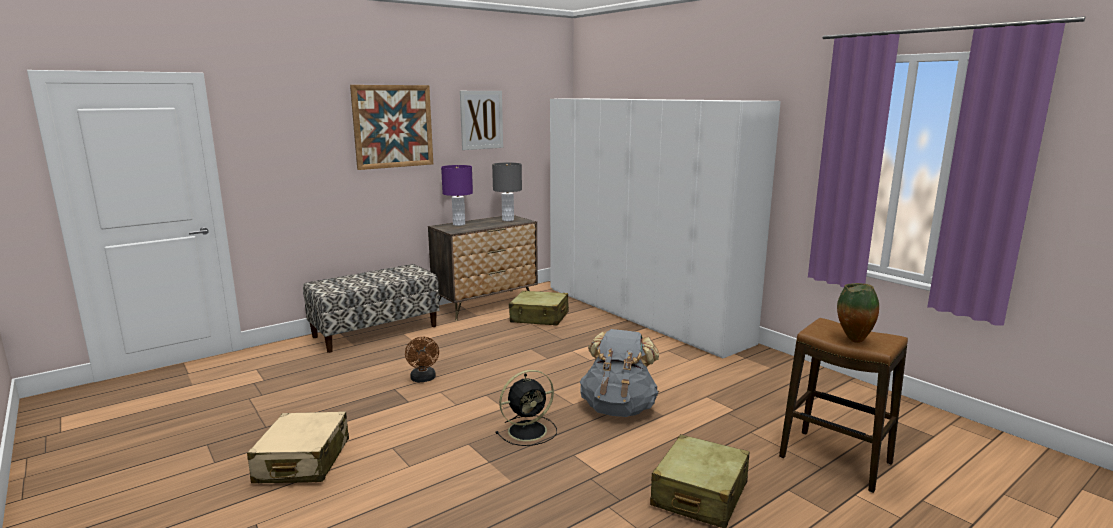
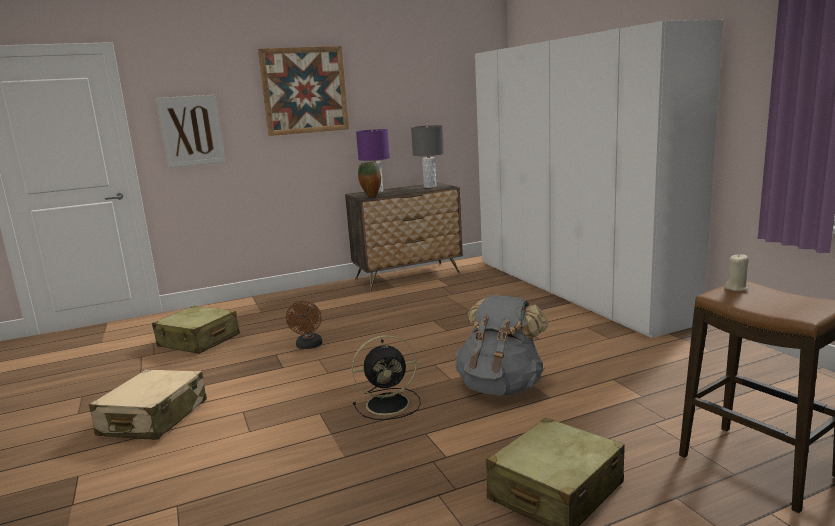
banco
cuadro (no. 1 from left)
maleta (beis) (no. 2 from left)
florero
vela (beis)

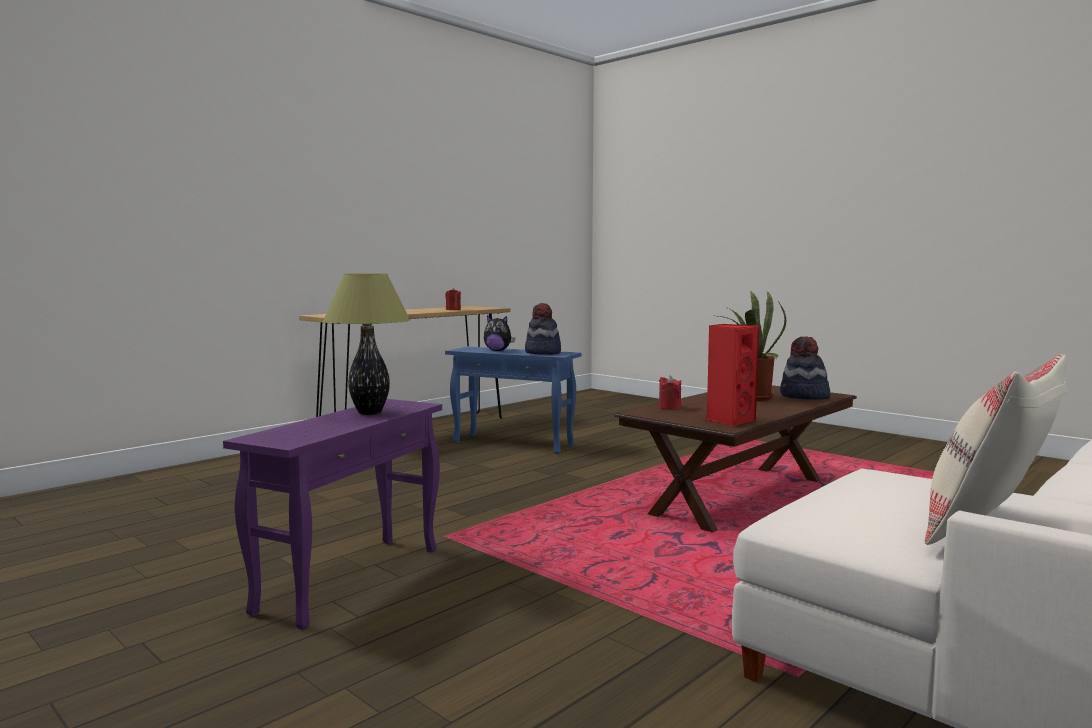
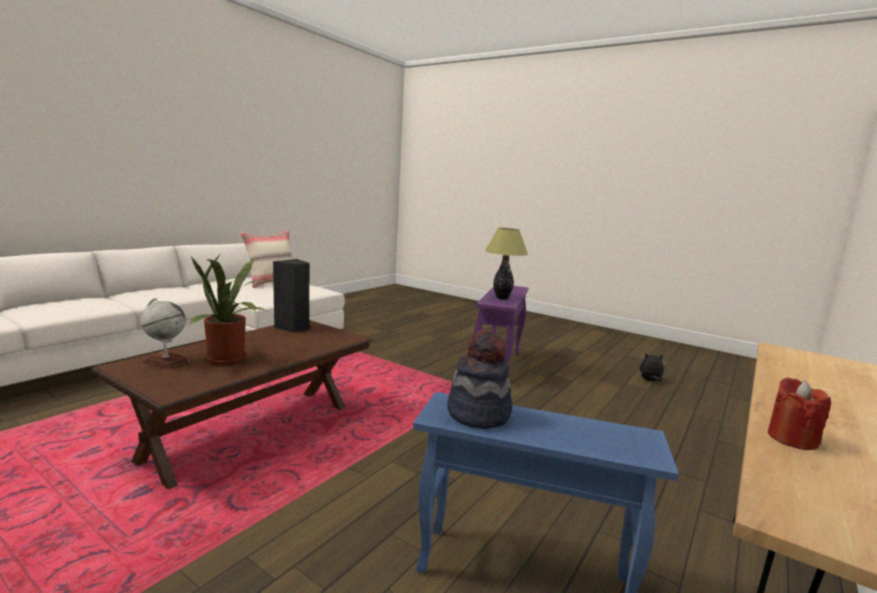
peluche
vela (rojo) (no. 2 from left in the first image)
altavoz (negro)
globo terráqueo

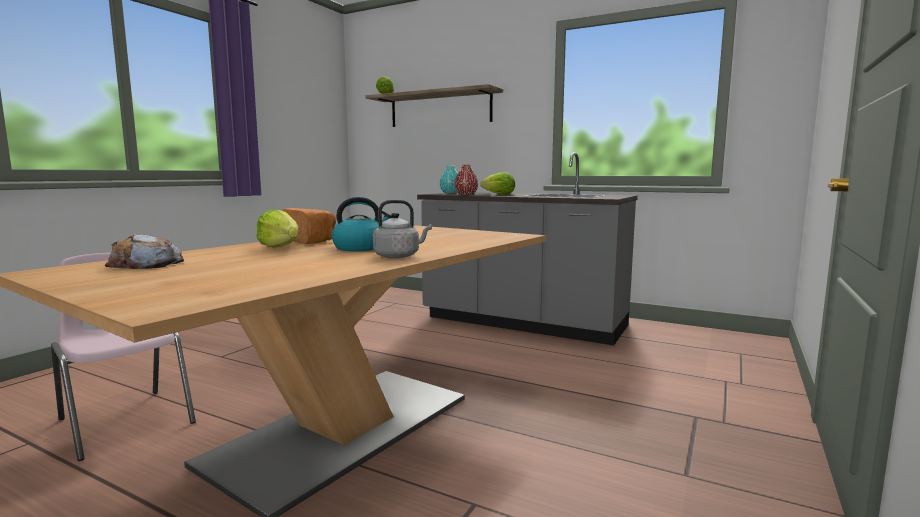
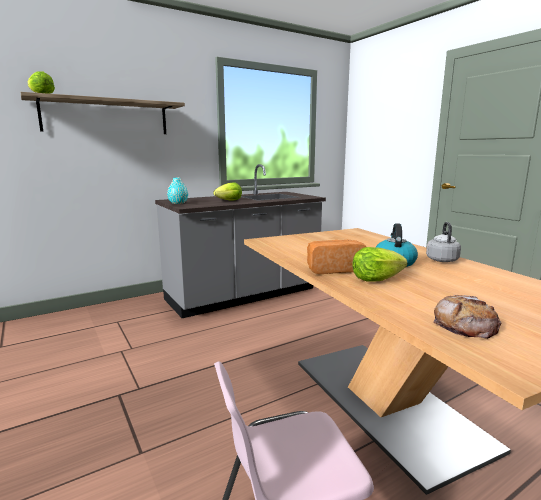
florero (rojo)

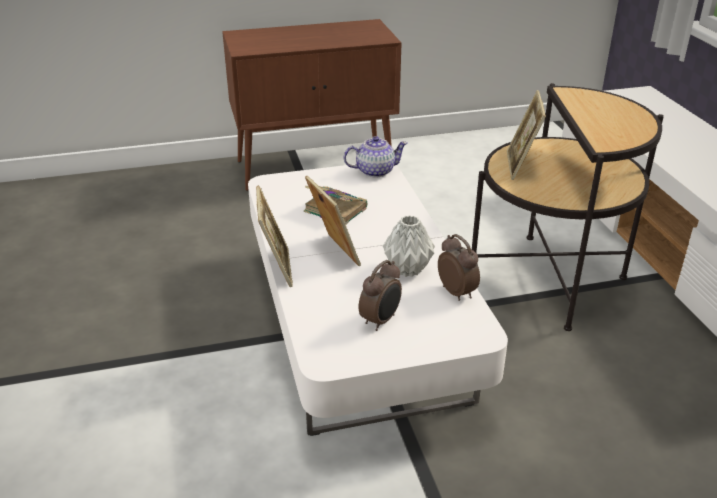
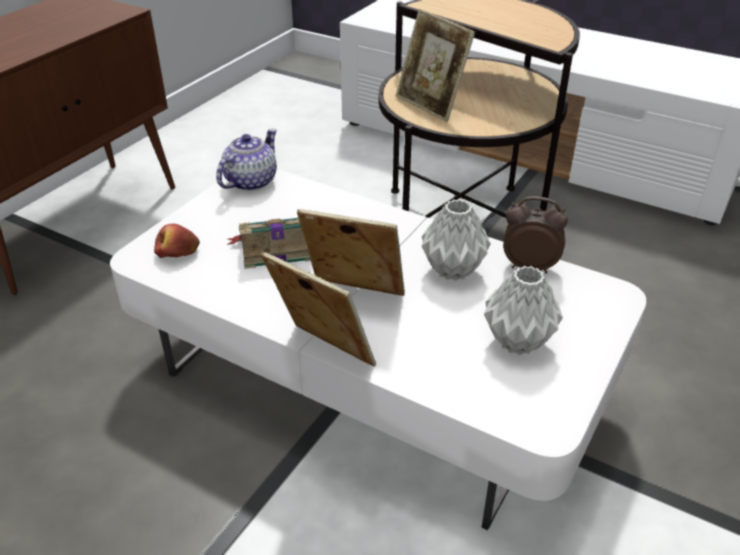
florero (gris) (no. 2 from left)
manzana

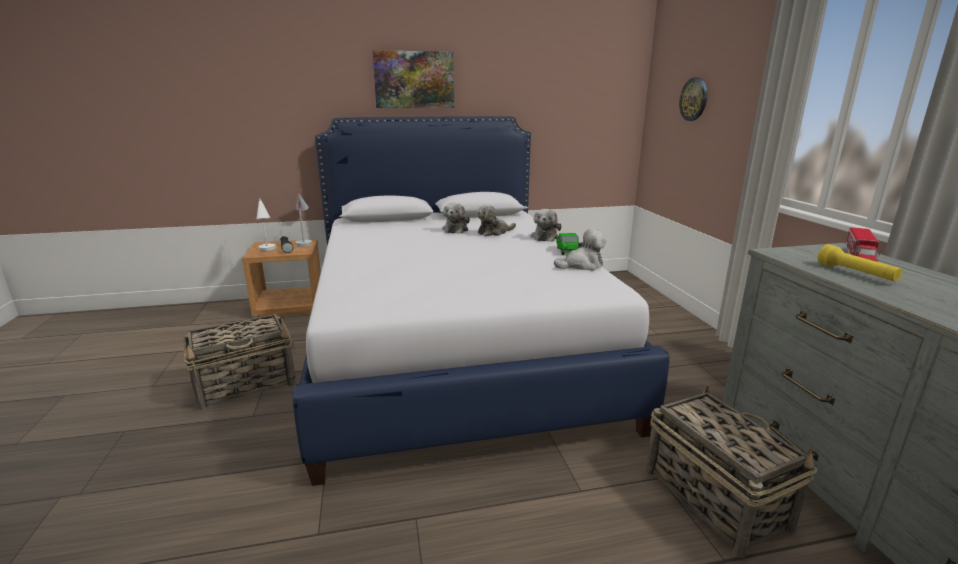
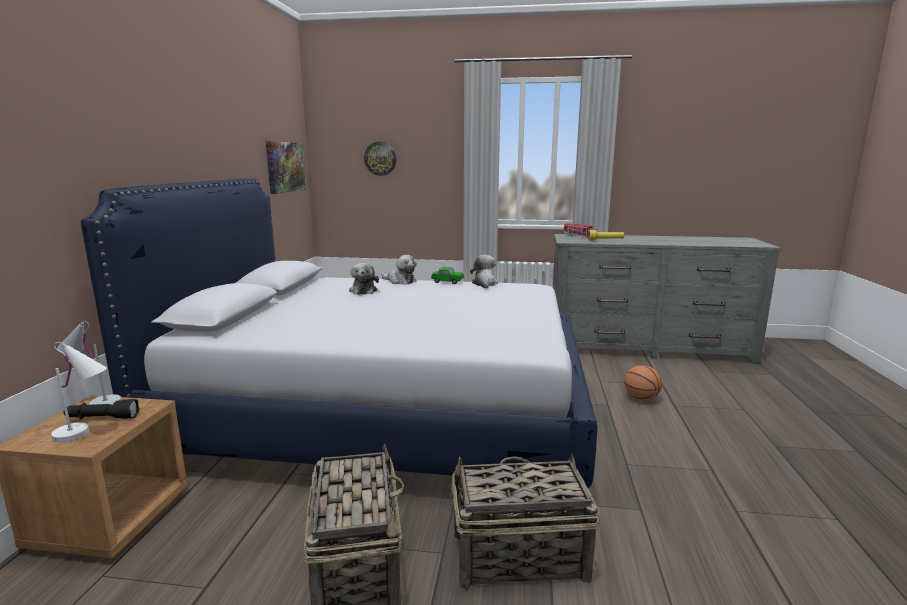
cuadro
peluche (no. 1 from left in the first image)
cesta (no. 2 from left)
balón de baloncesto

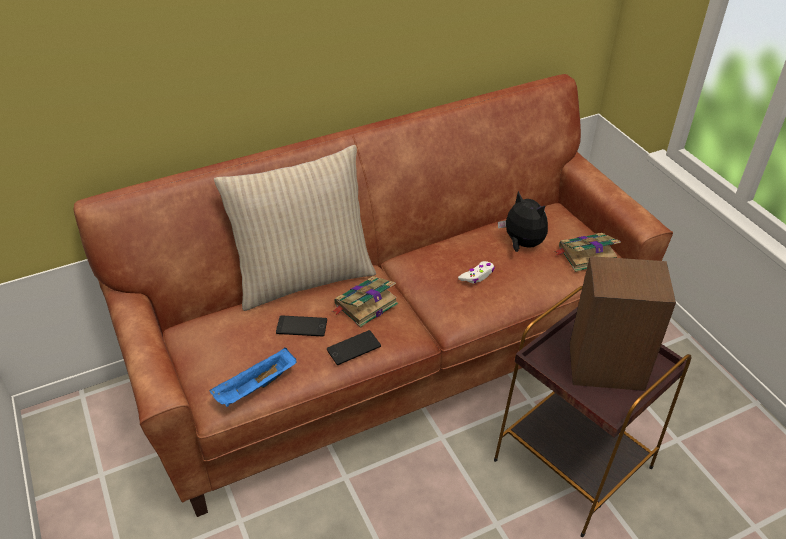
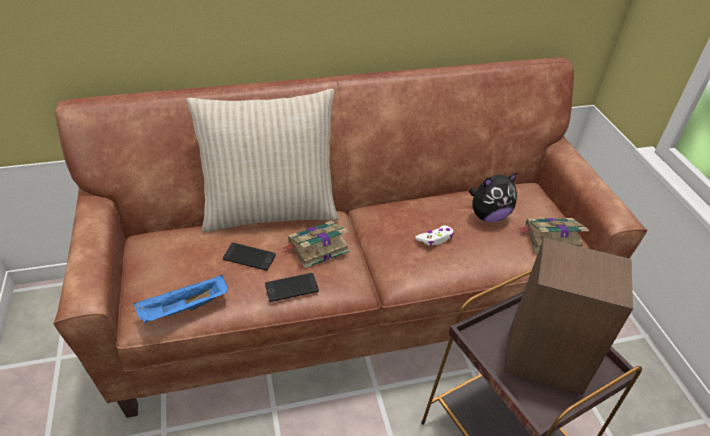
peluche

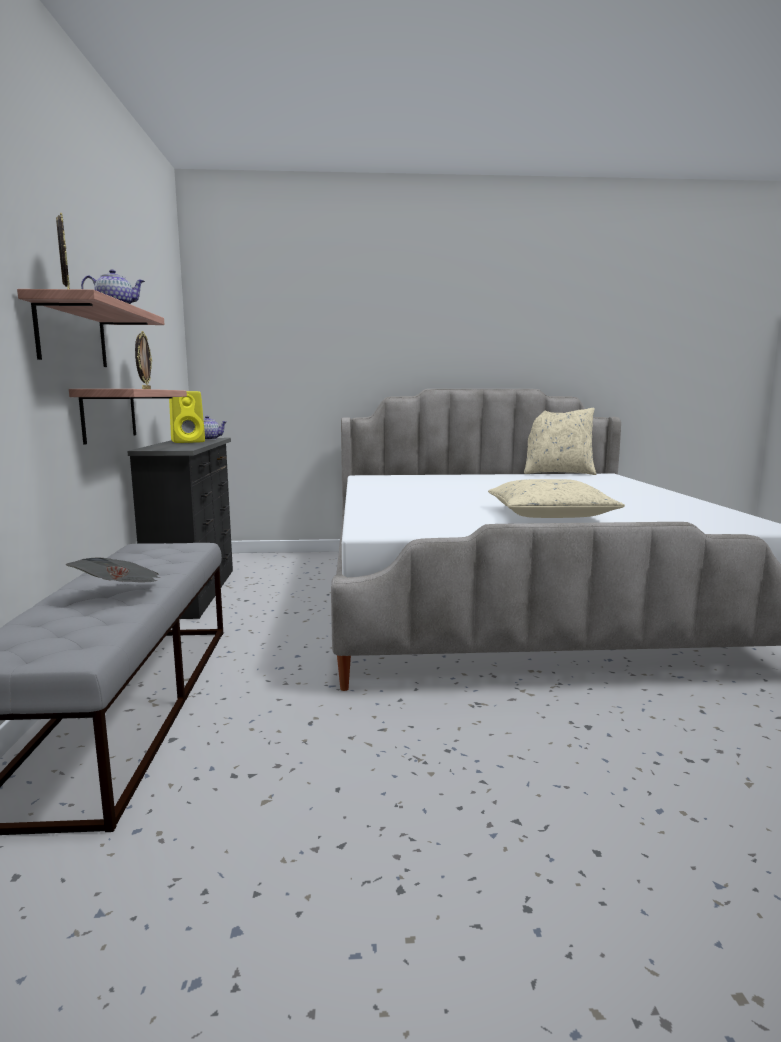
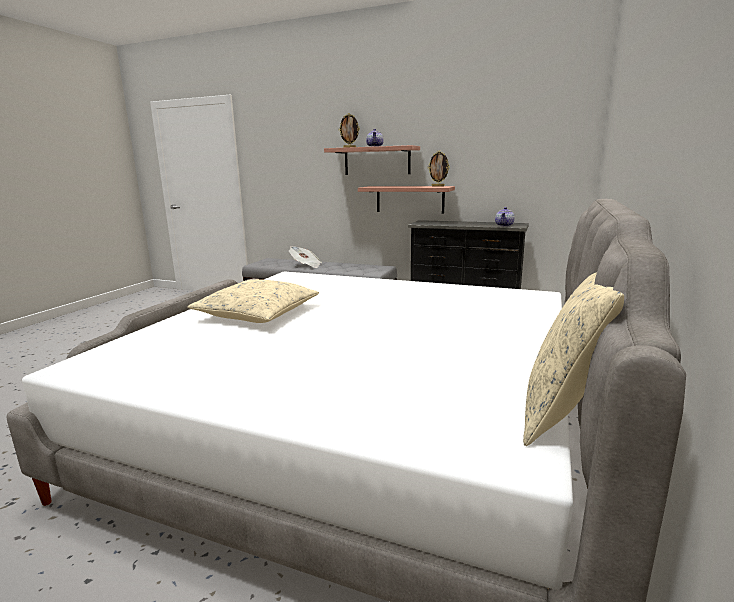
altavoz (amarillo)

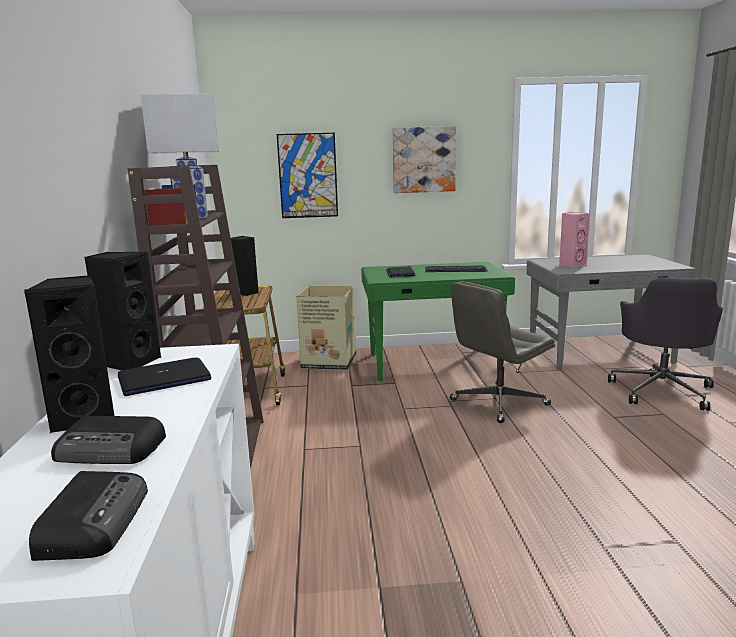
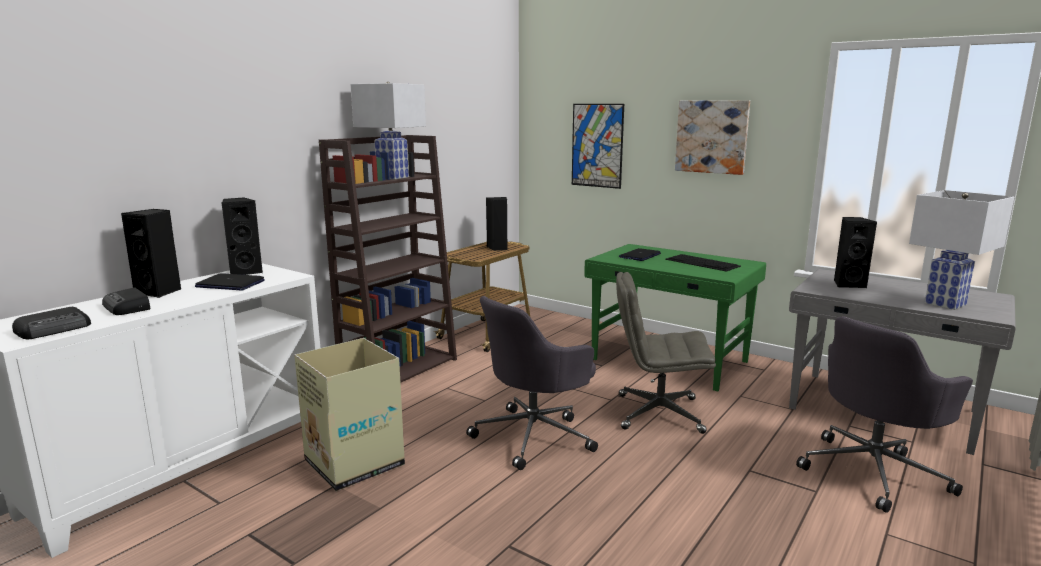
caja de cartón
altavoz (negro) (no. 4 from left)
silla de oficina (gris) (no. 1 from left)
lámpara de mesa (blanco) (no. 2 from left)

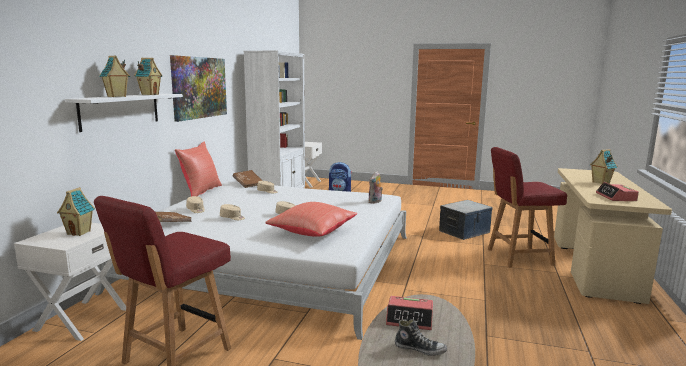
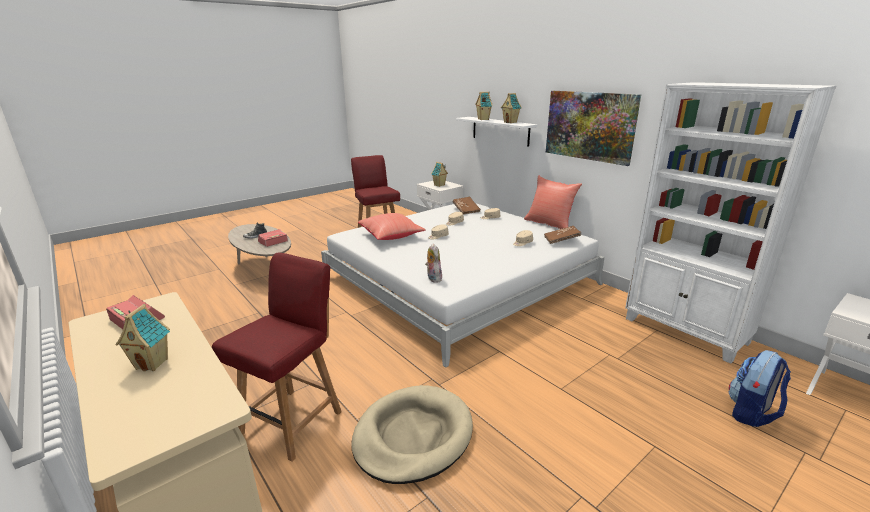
cama para perro (beis)

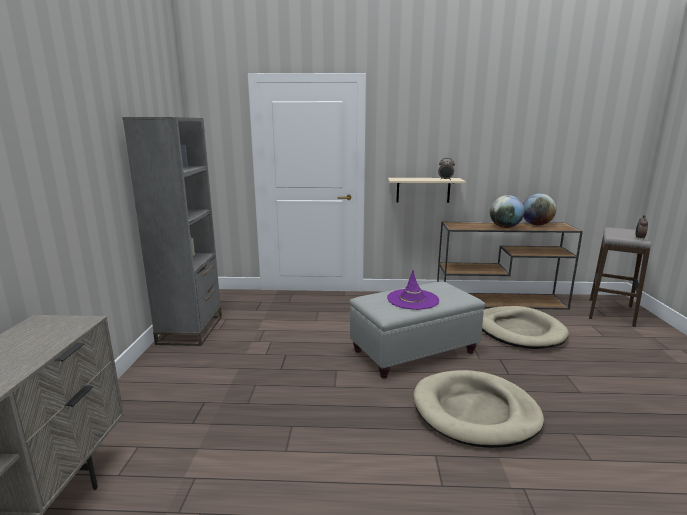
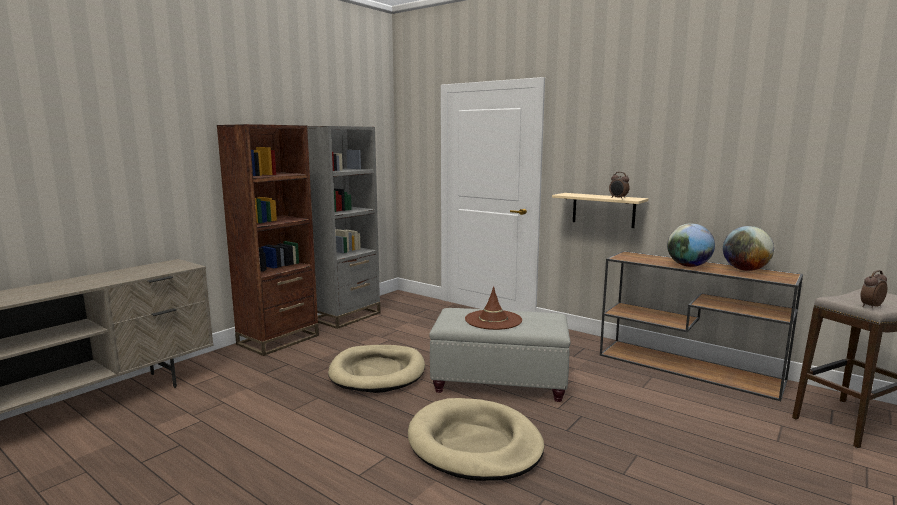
sombrero (marrón)
cama para perro (beis) (no. 1 from left)
estantería (marrón)

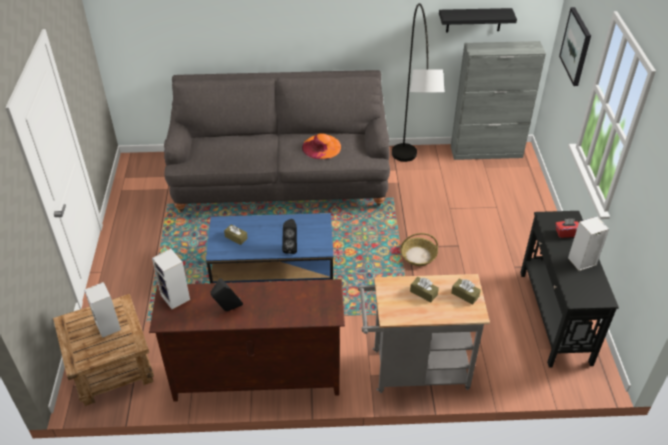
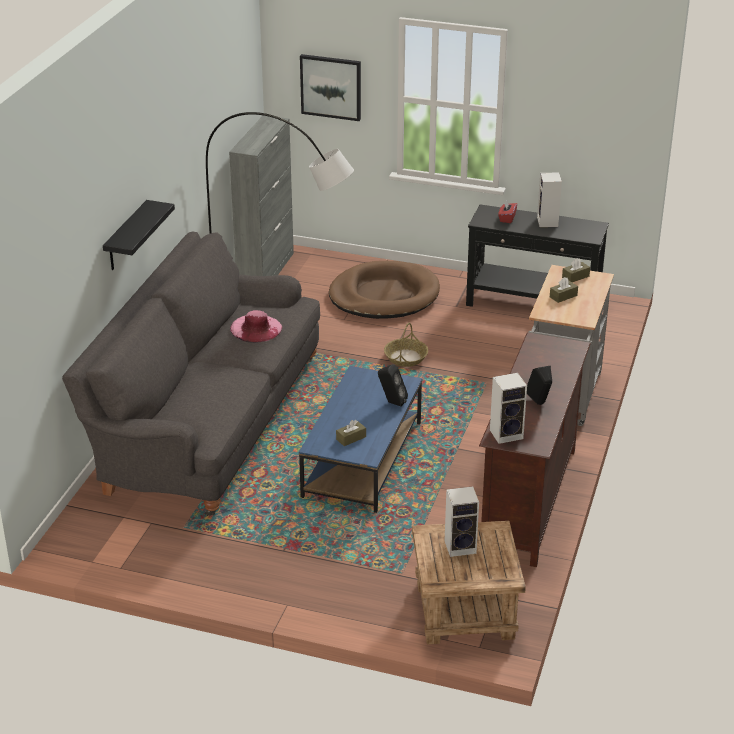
sombrero (rosa)
estante (negro)
cama para perro (marrón)

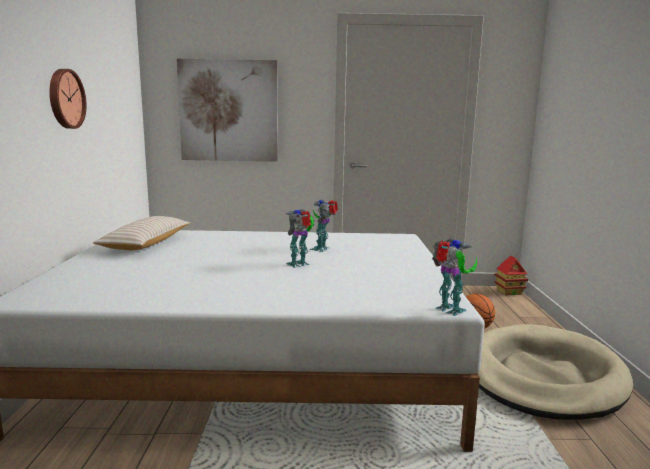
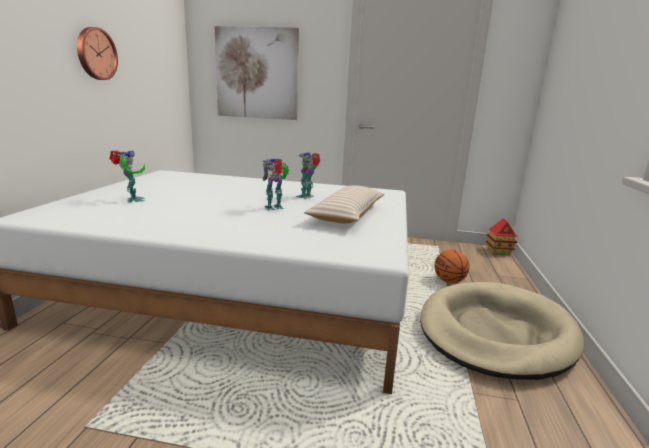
cojín (beis)
robot de juguete (no. 1 from left)

